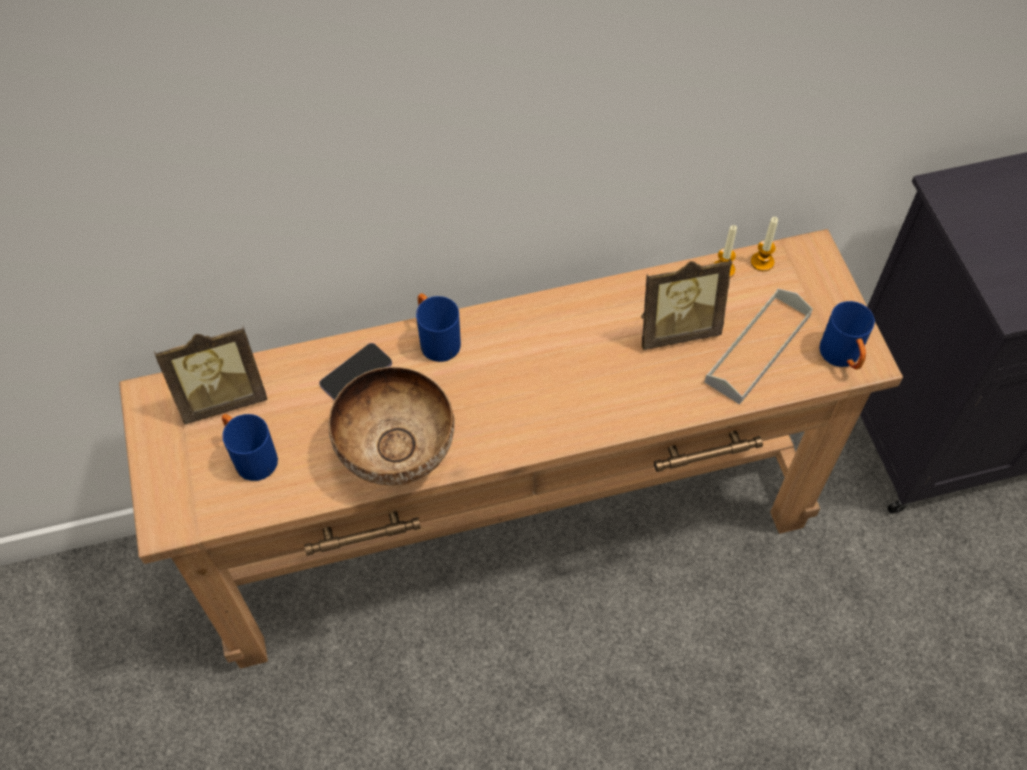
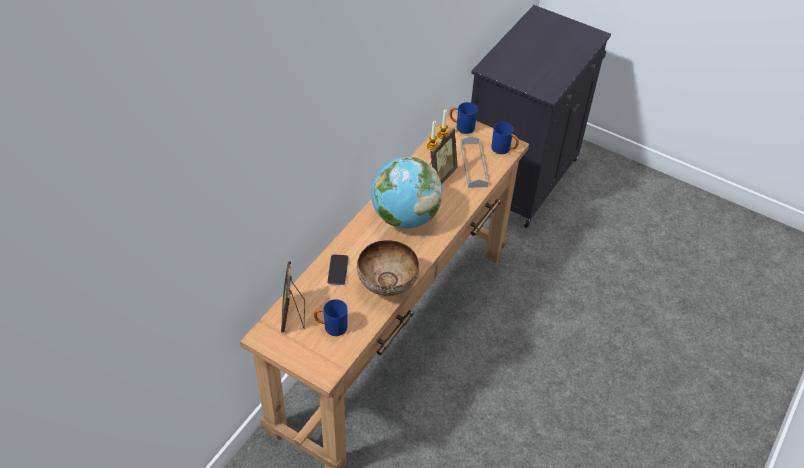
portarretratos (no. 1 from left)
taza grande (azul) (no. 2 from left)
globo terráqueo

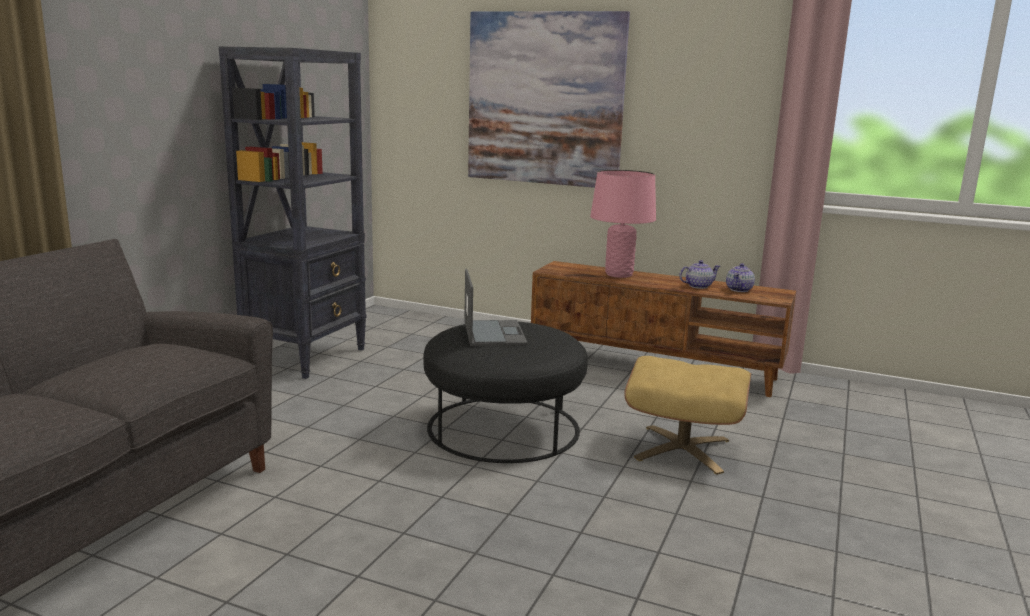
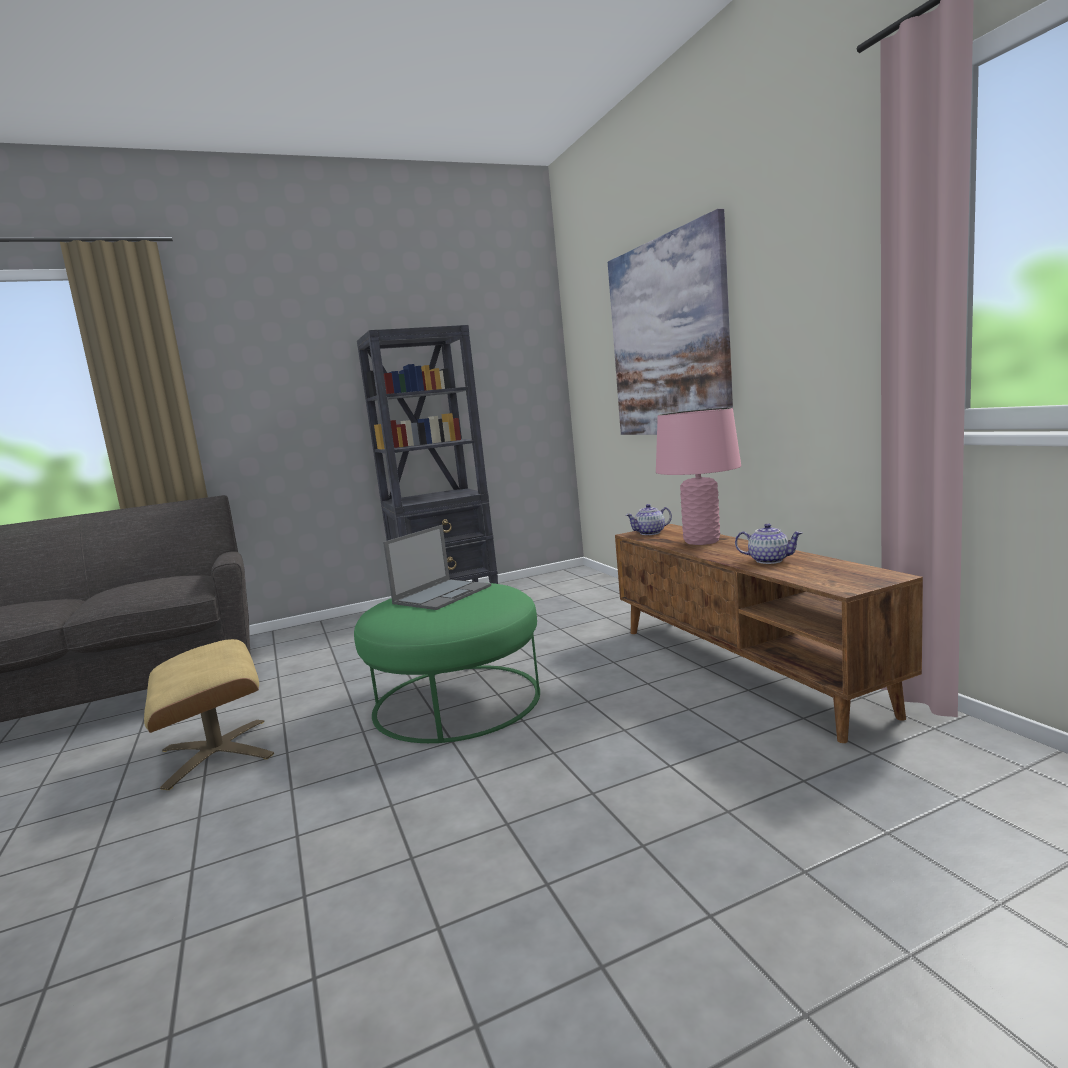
puf (verde)
puf (beis)
tetera (no. 1 from left)

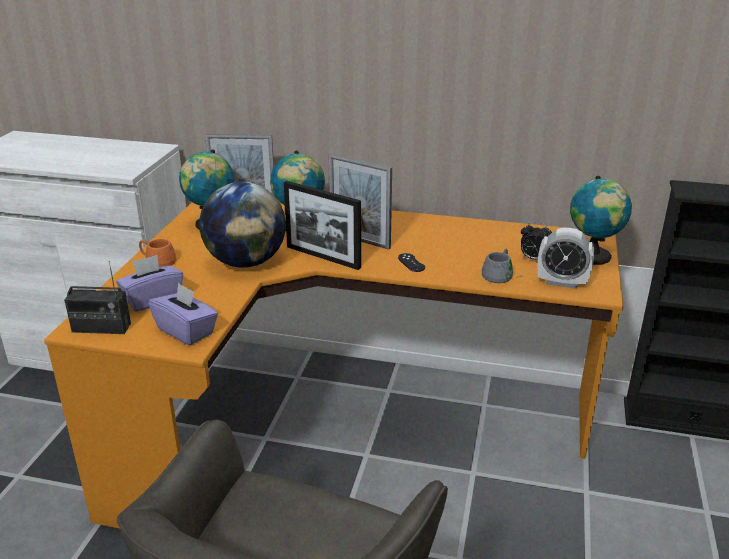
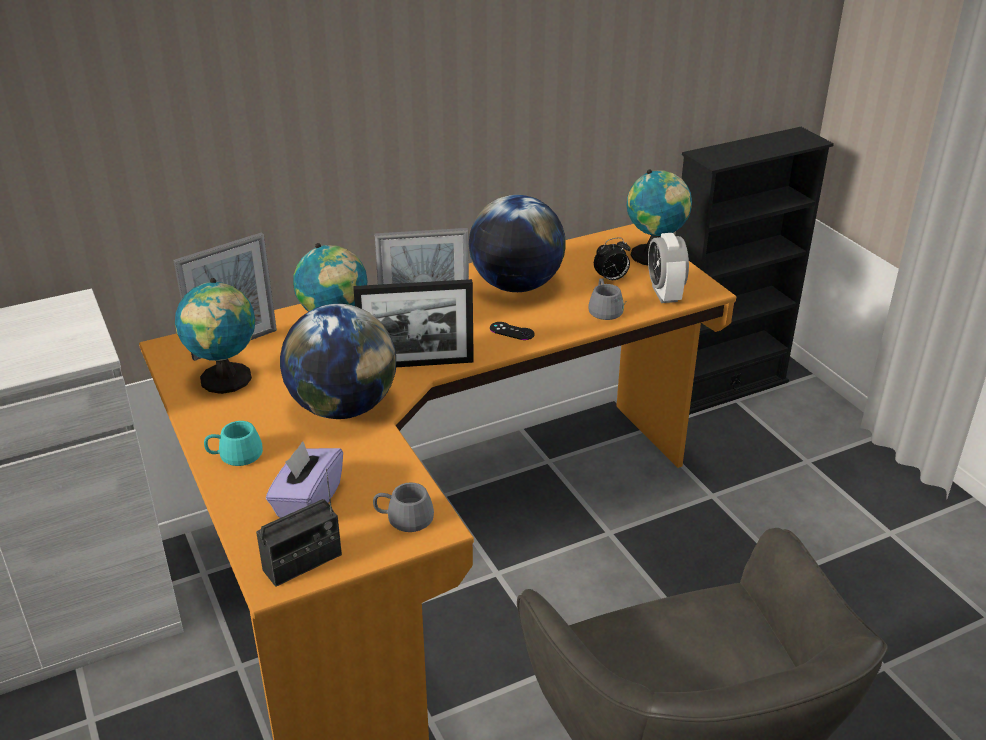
taza grande (turquesa)
taza grande (gris) (no. 1 from left)
despertador (no. 2 from left)
globo terráqueo (no. 4 from left)

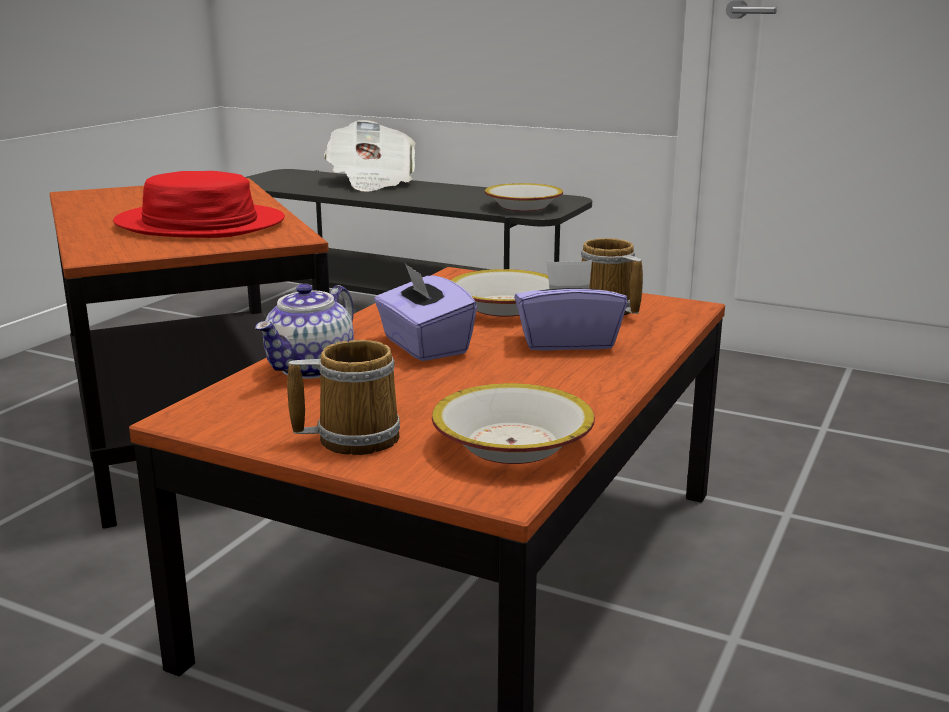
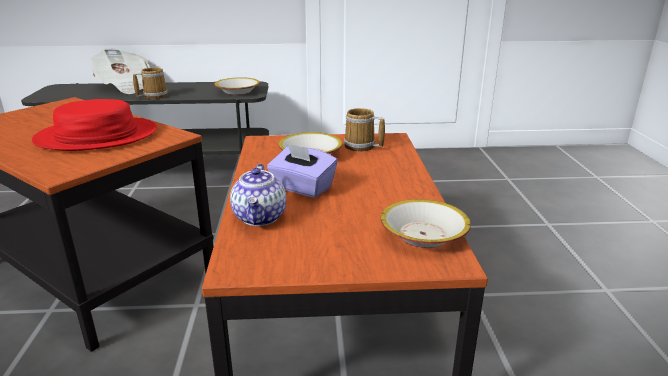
taza grande (no. 1 from left)
caja de pañuelos (morado) (no. 2 from left in the first image)

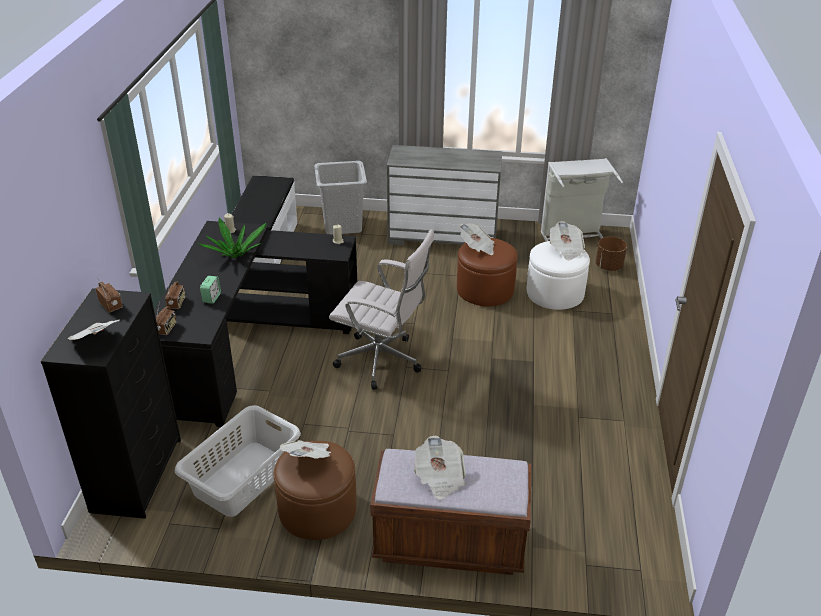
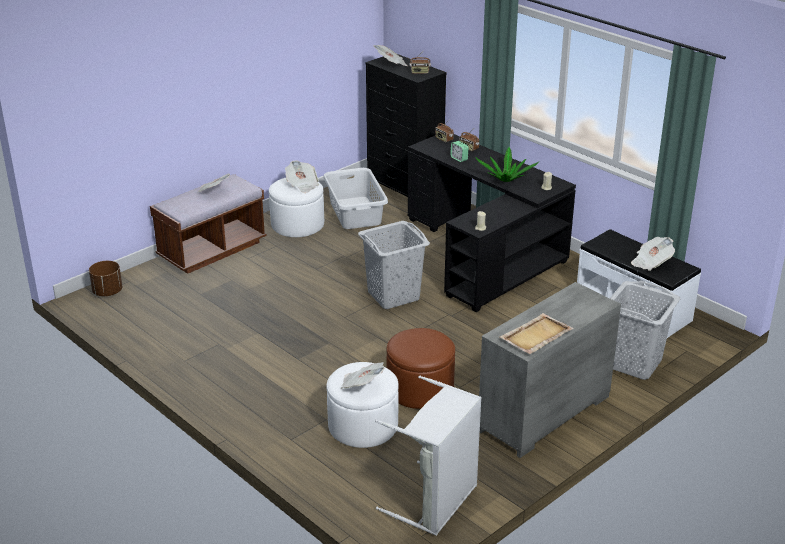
puf (blanco) (no. 1 from left)
cesto de la ropa (gris) (no. 2 from left)
periódico (no. 5 from left)
maceta (marrón)
bandeja (beis)

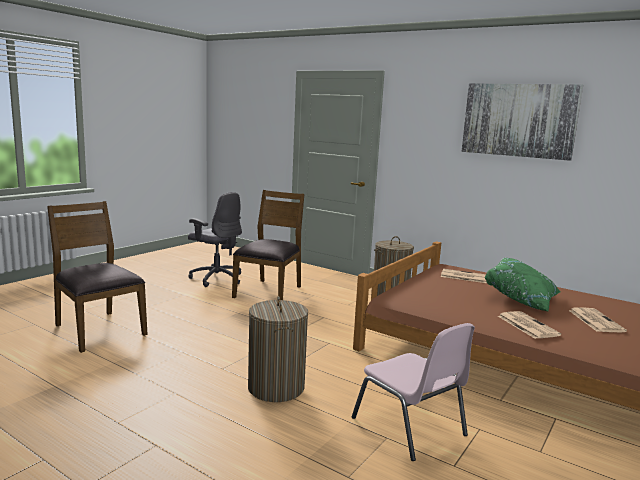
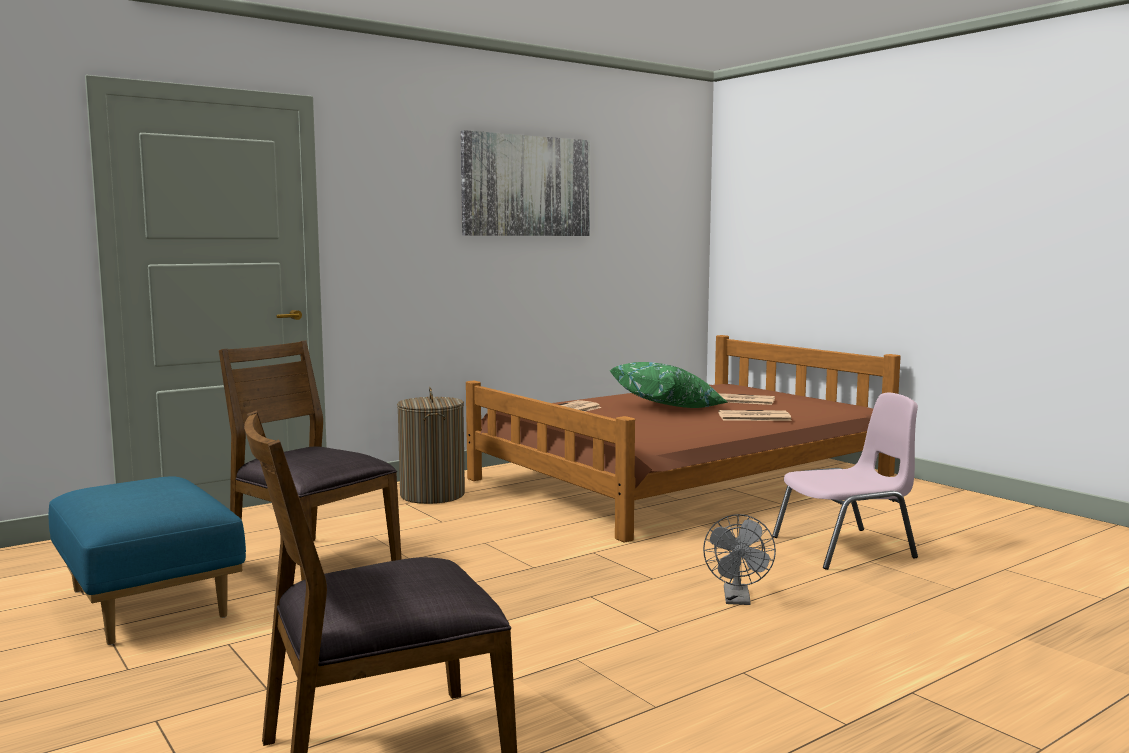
puf (azul)
ventilador (gris)

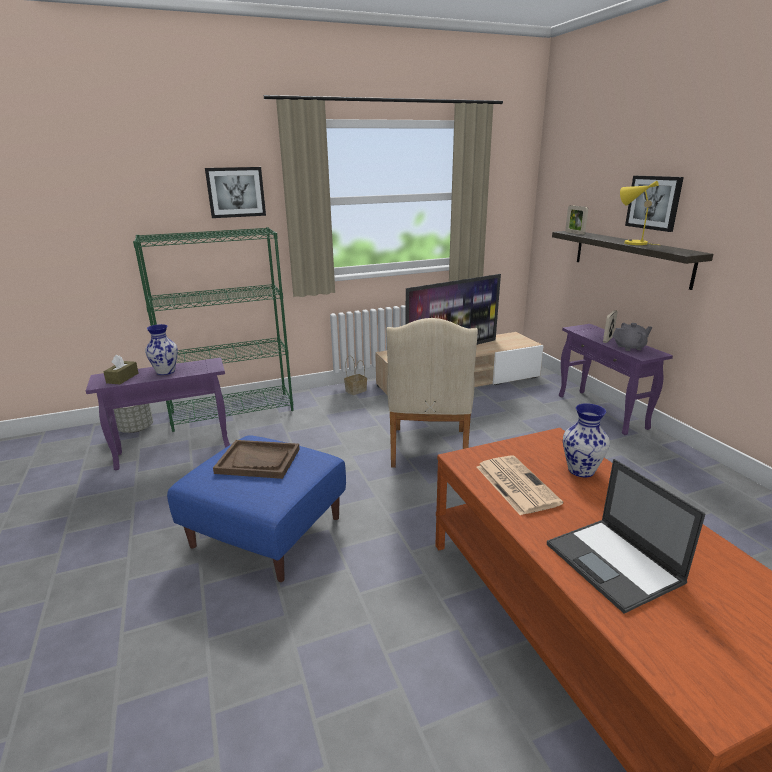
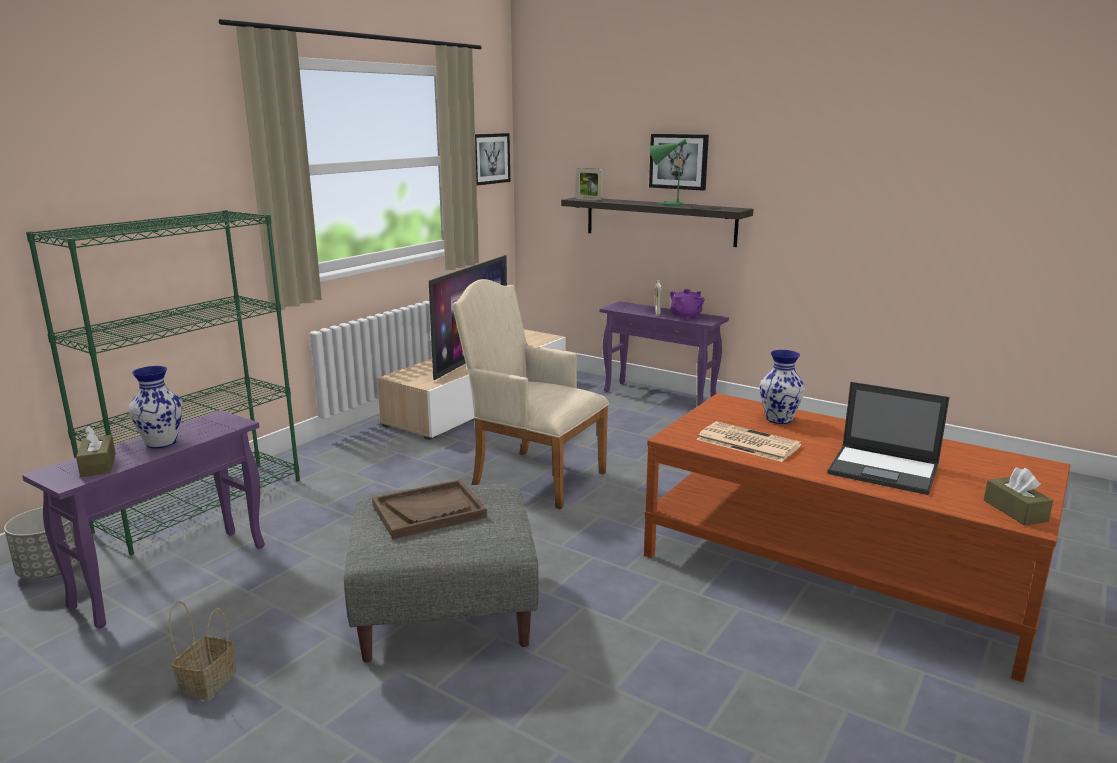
puf (gris)
cuadro (no. 1 from left)
cesta
sillón (beis)
tetera (morado)
lámpara de mesa (verde)
caja de pañuelos (marrón) (no. 2 from left)

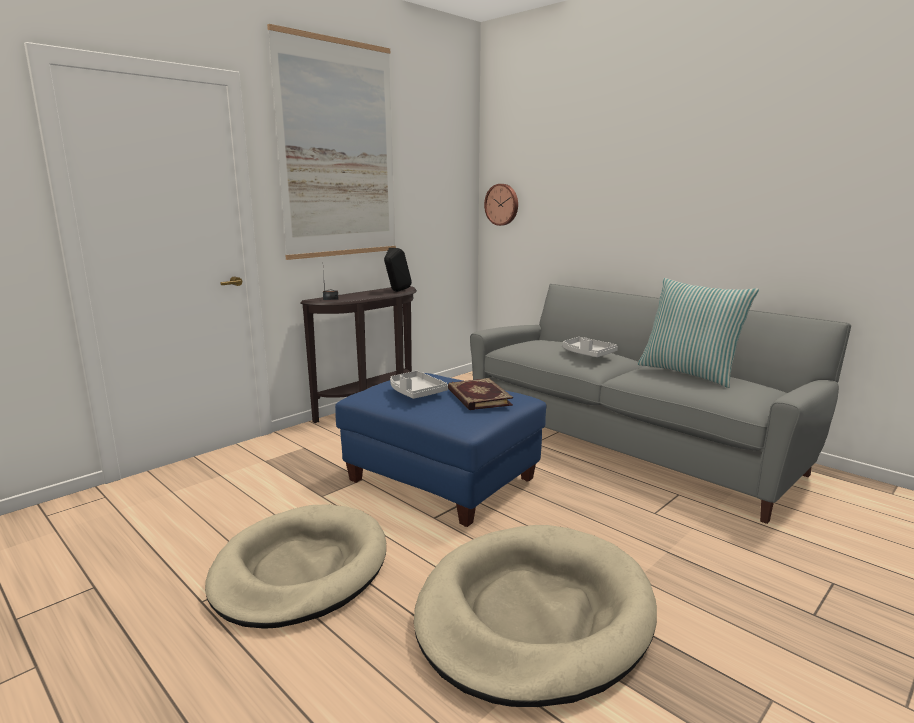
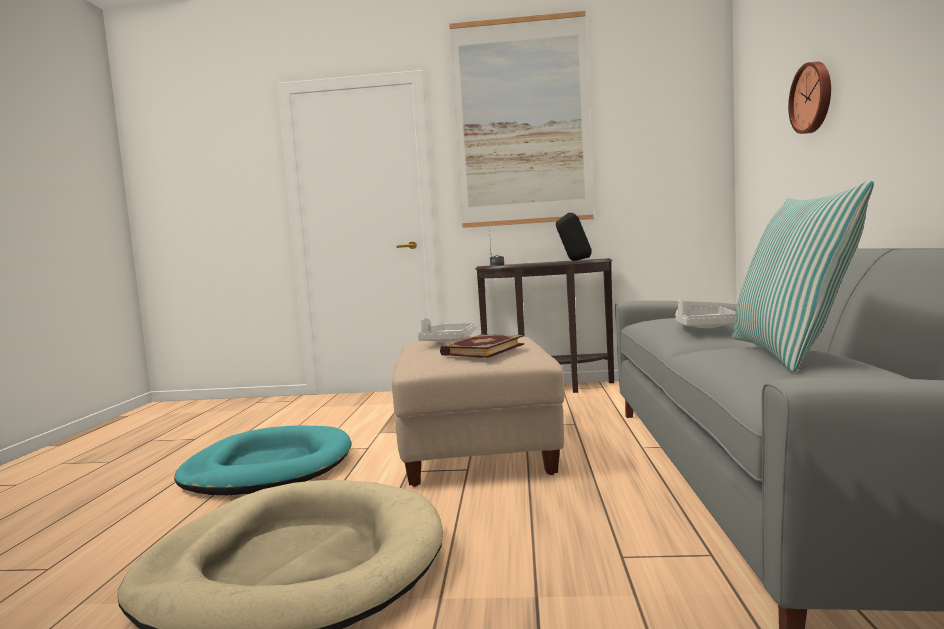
cama para perro (turquesa)
puf (beis)
reloj de pared

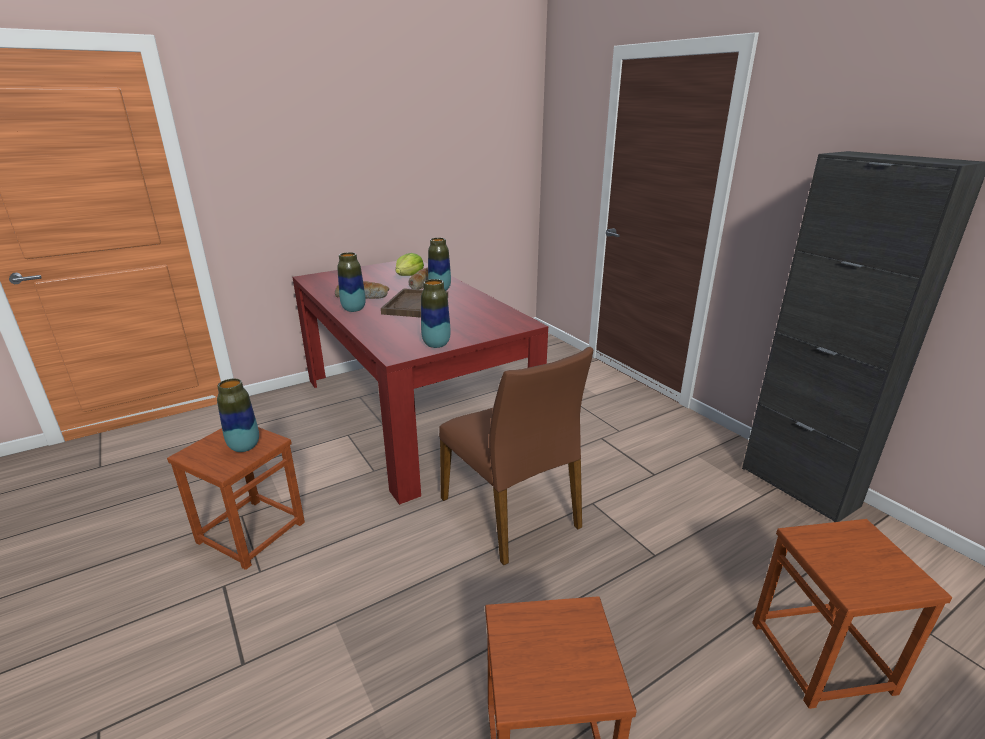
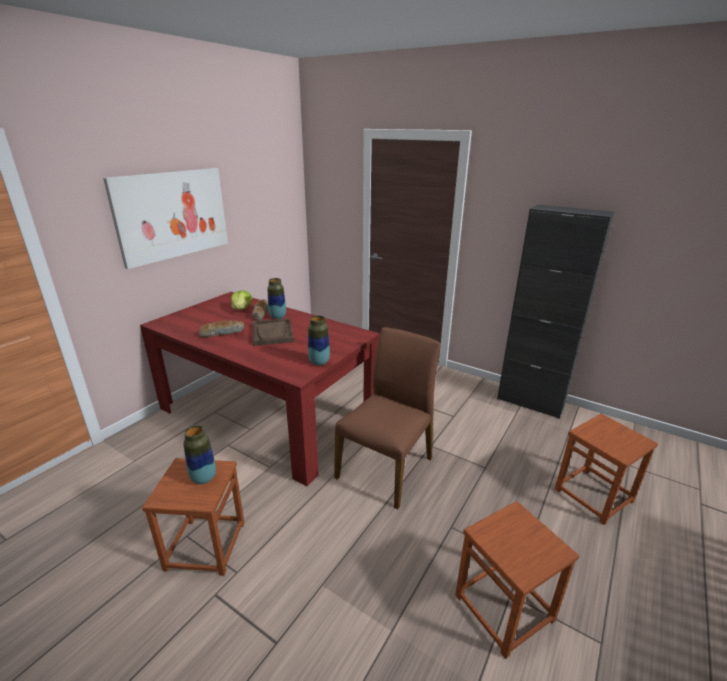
florero (no. 2 from left in the first image)
silla (marrón)
cuadro

